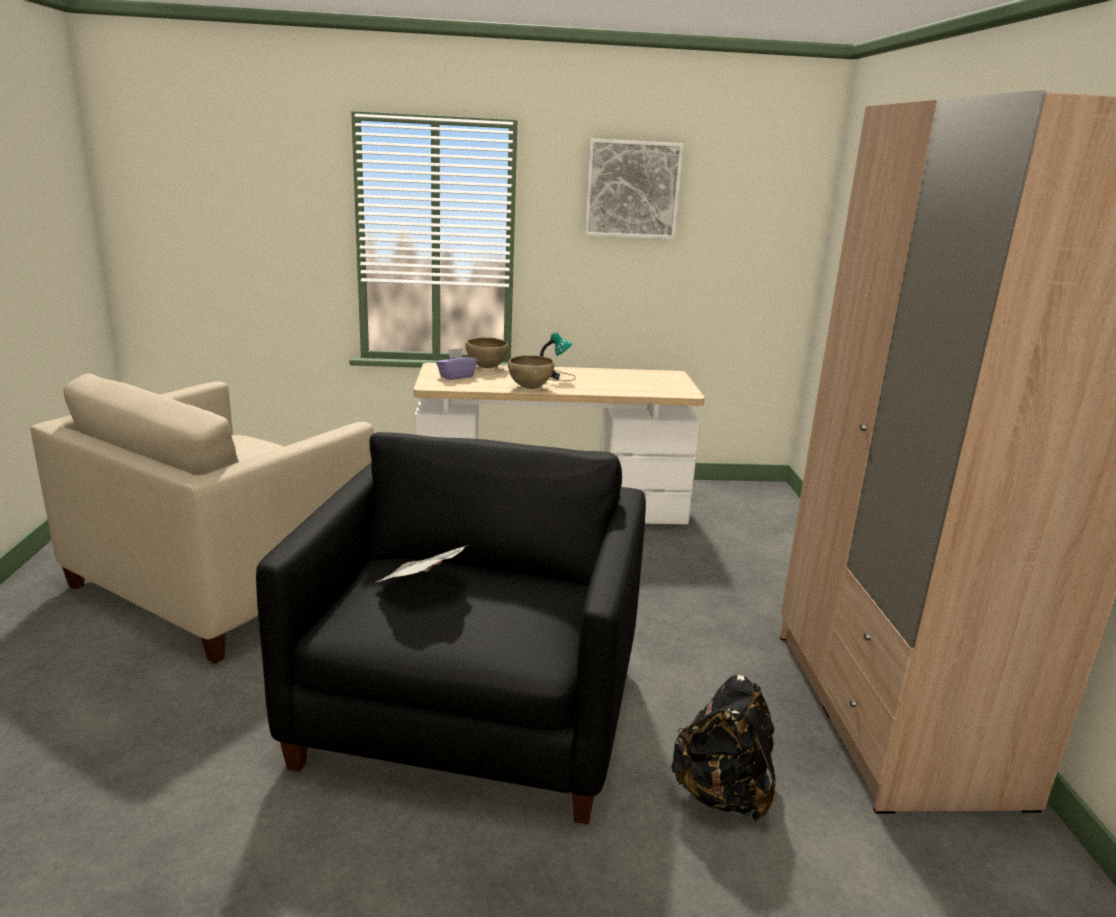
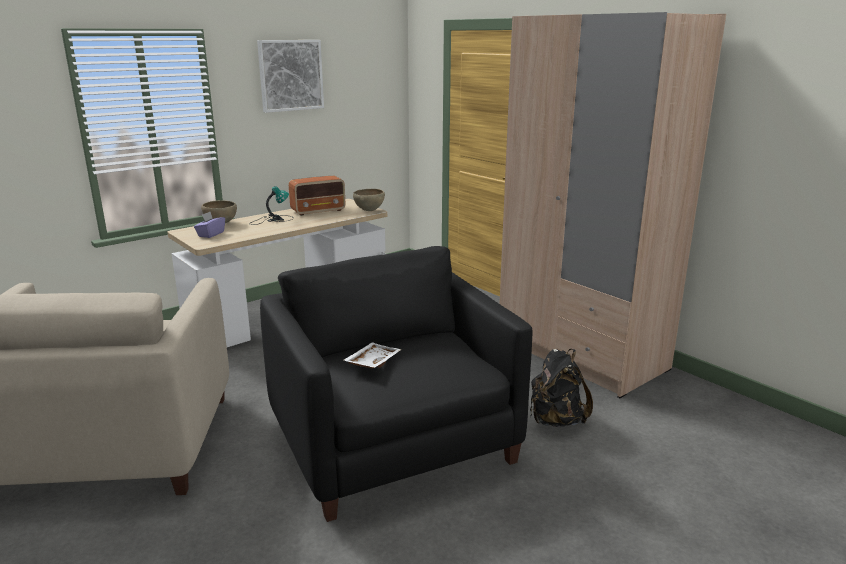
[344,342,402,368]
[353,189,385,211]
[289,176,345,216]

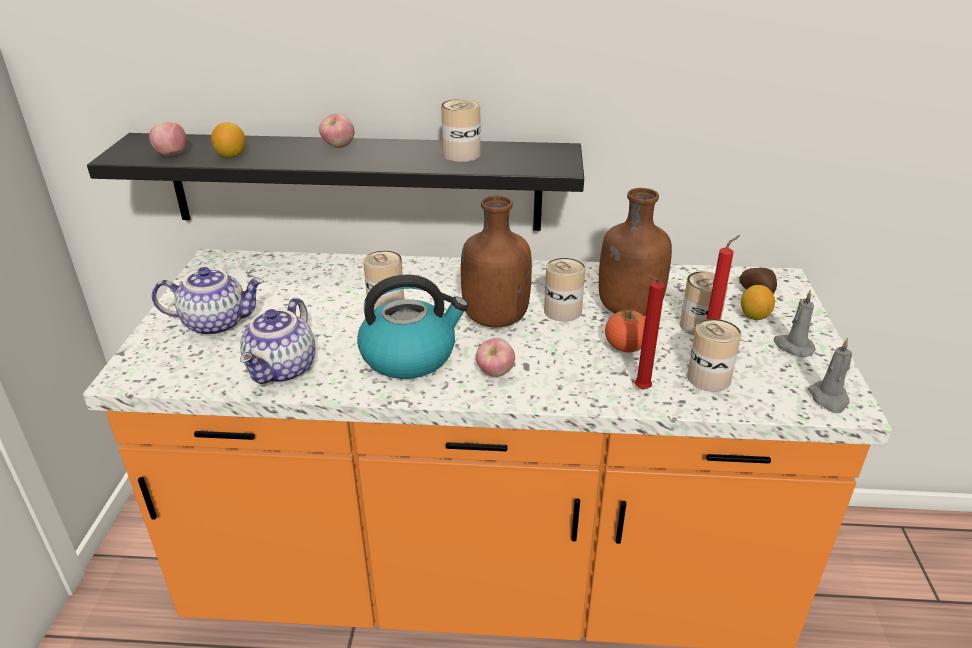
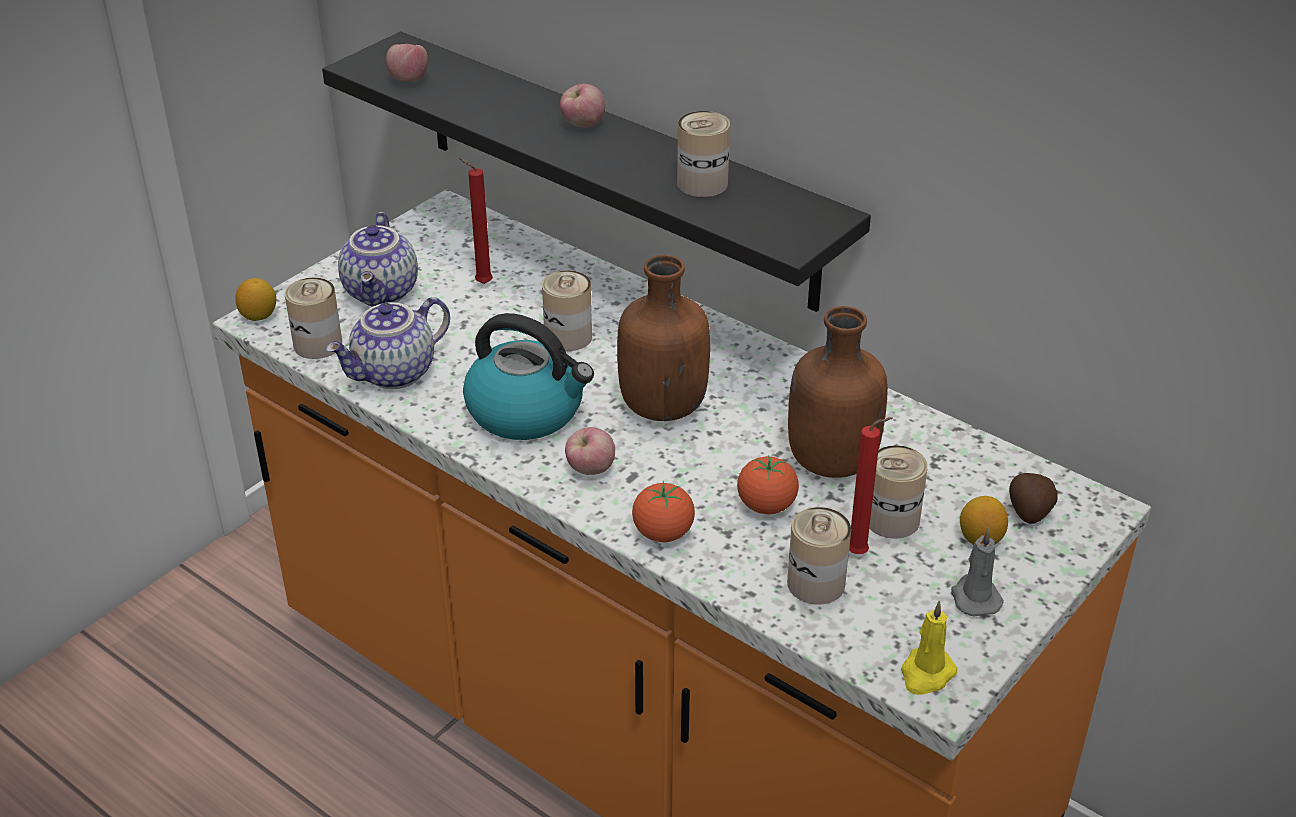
[338,212,418,307]
[235,278,276,321]
[285,278,342,359]
[459,158,493,284]
[901,601,957,695]
[632,481,695,542]

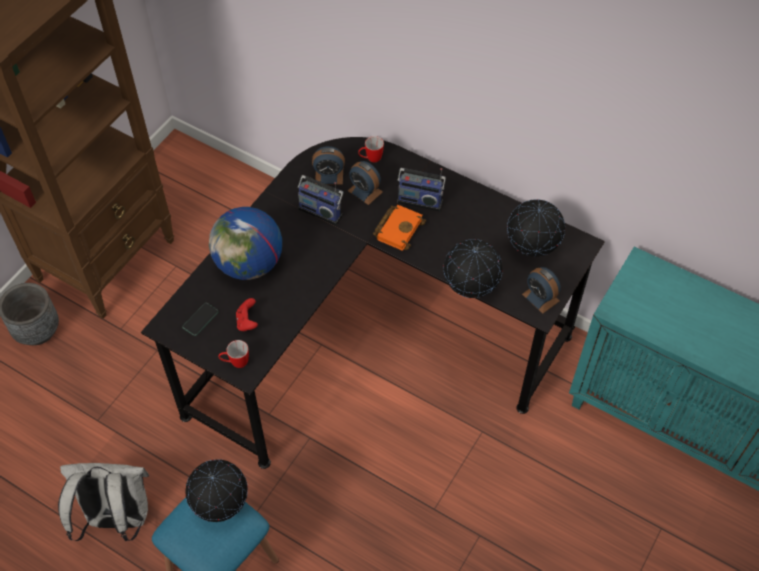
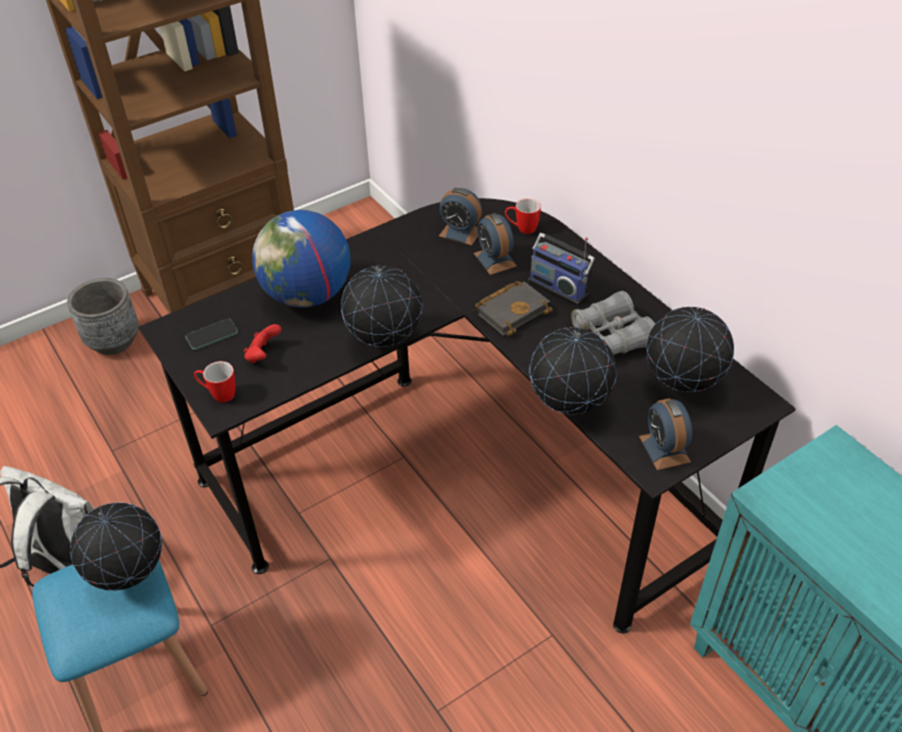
[298,175,344,225] (first image)
[475,281,552,336]
[341,266,422,347]
[571,291,655,355]

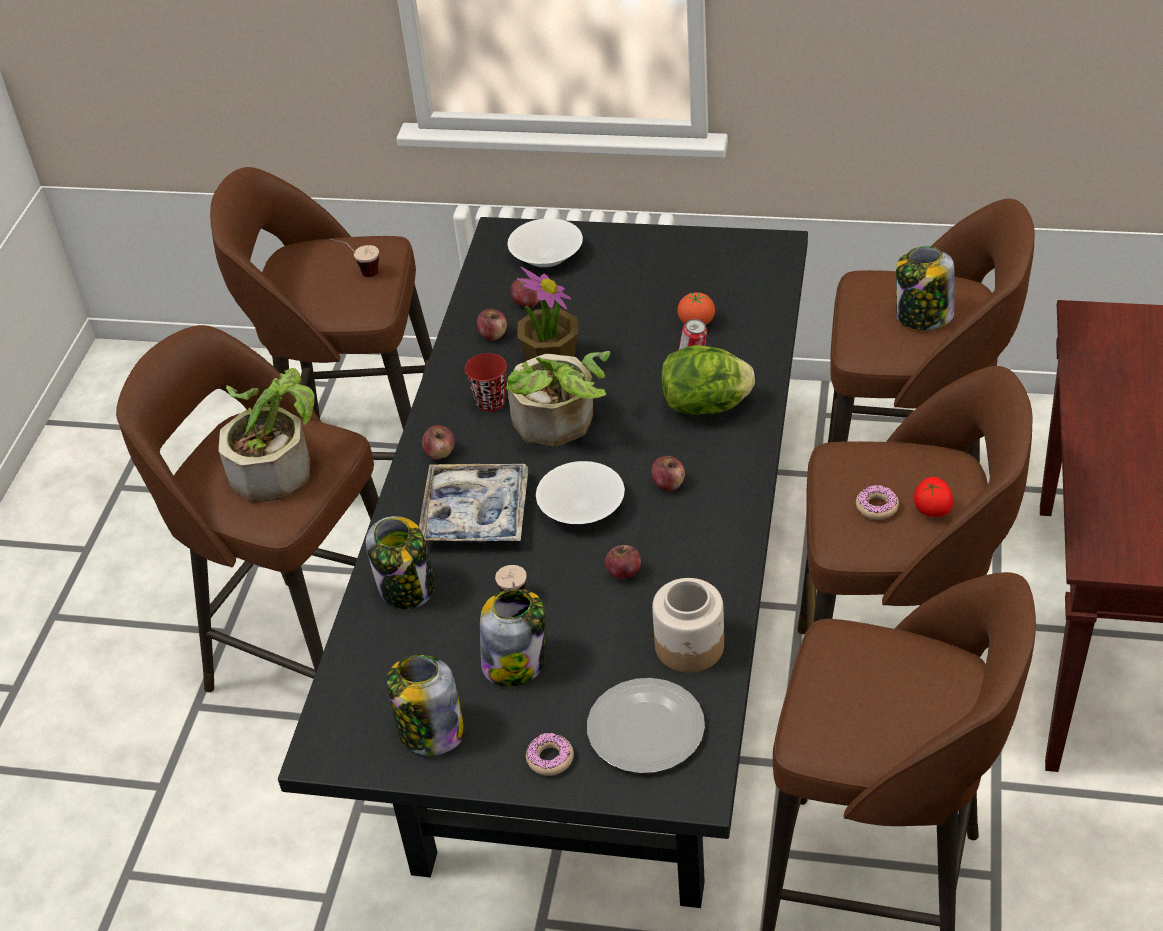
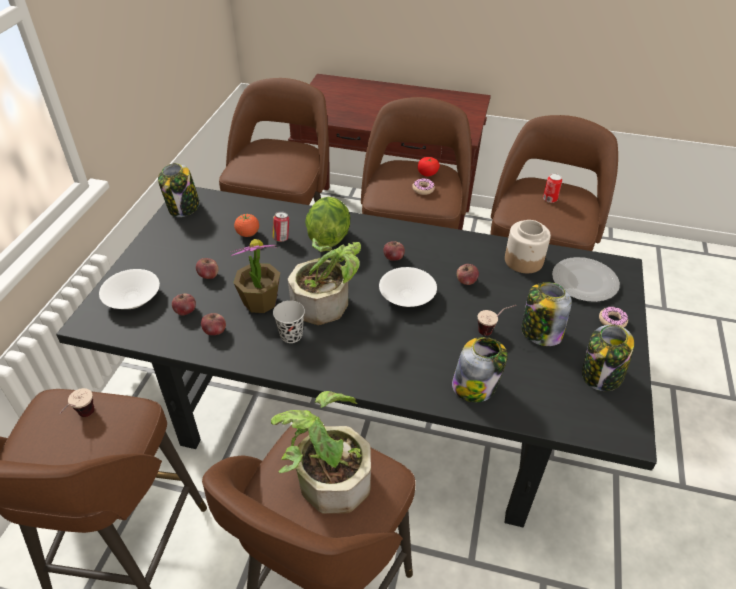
[419,464,528,541] (first image)
[196,258,219,279]
[273,300,305,343]
[158,163,200,217]
[543,173,562,203]

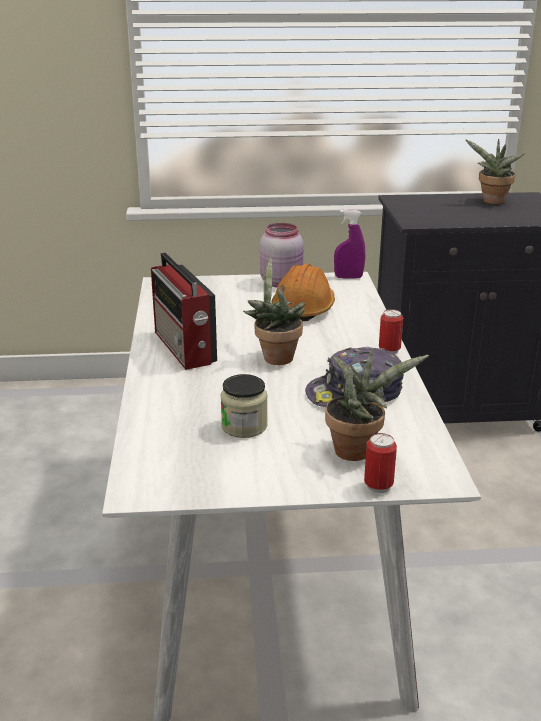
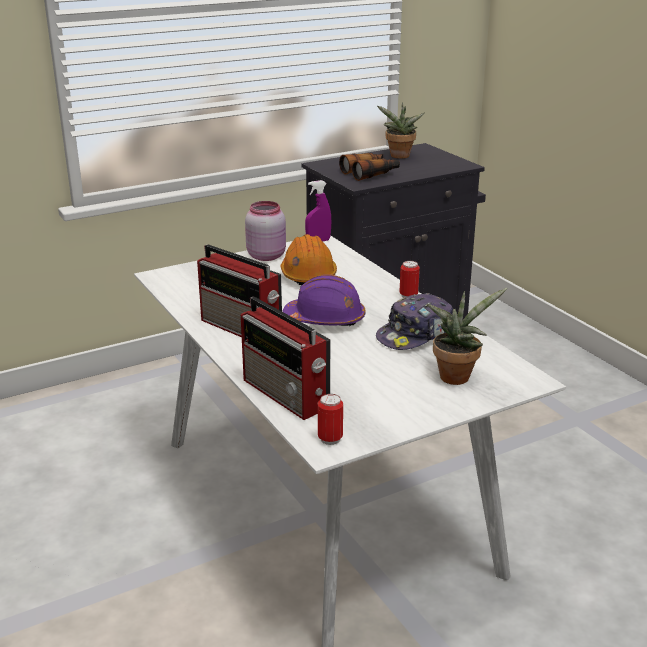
[221,374,267,438] (first image)
[283,275,365,327]
[318,394,343,445]
[241,297,330,420]
[339,153,400,181]

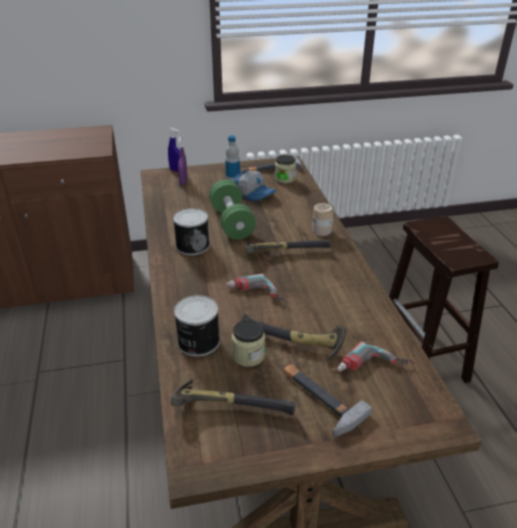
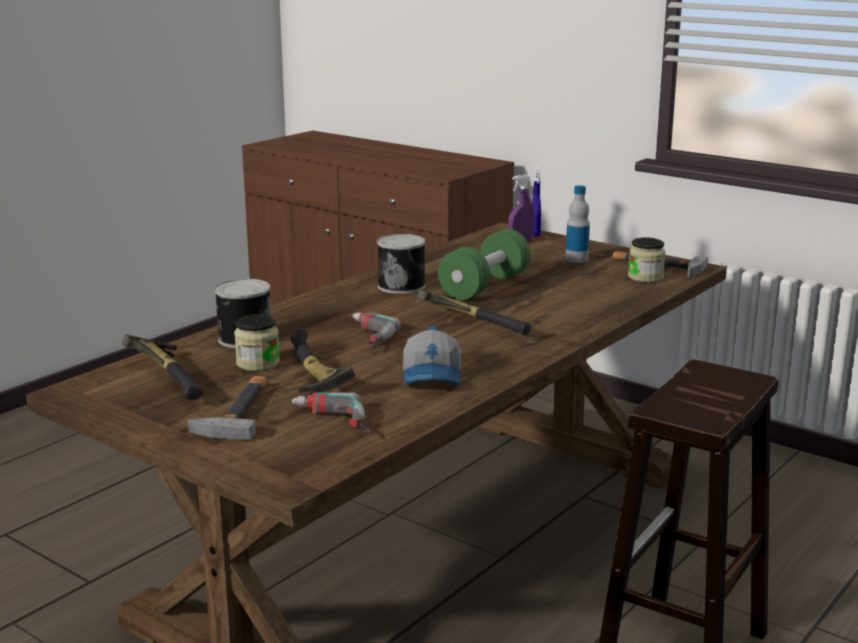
[403,326,461,386]
[312,203,334,236] (first image)

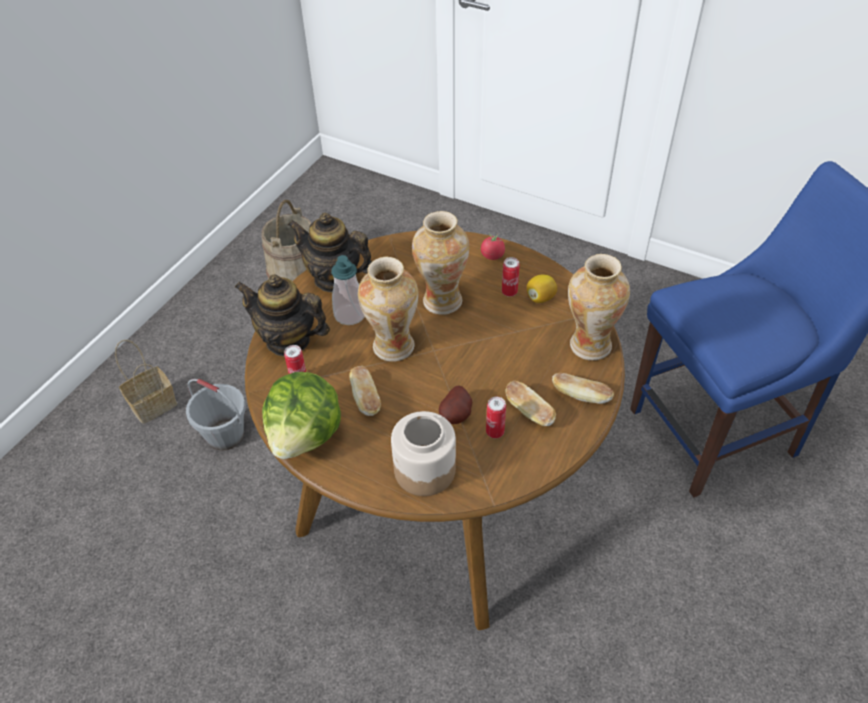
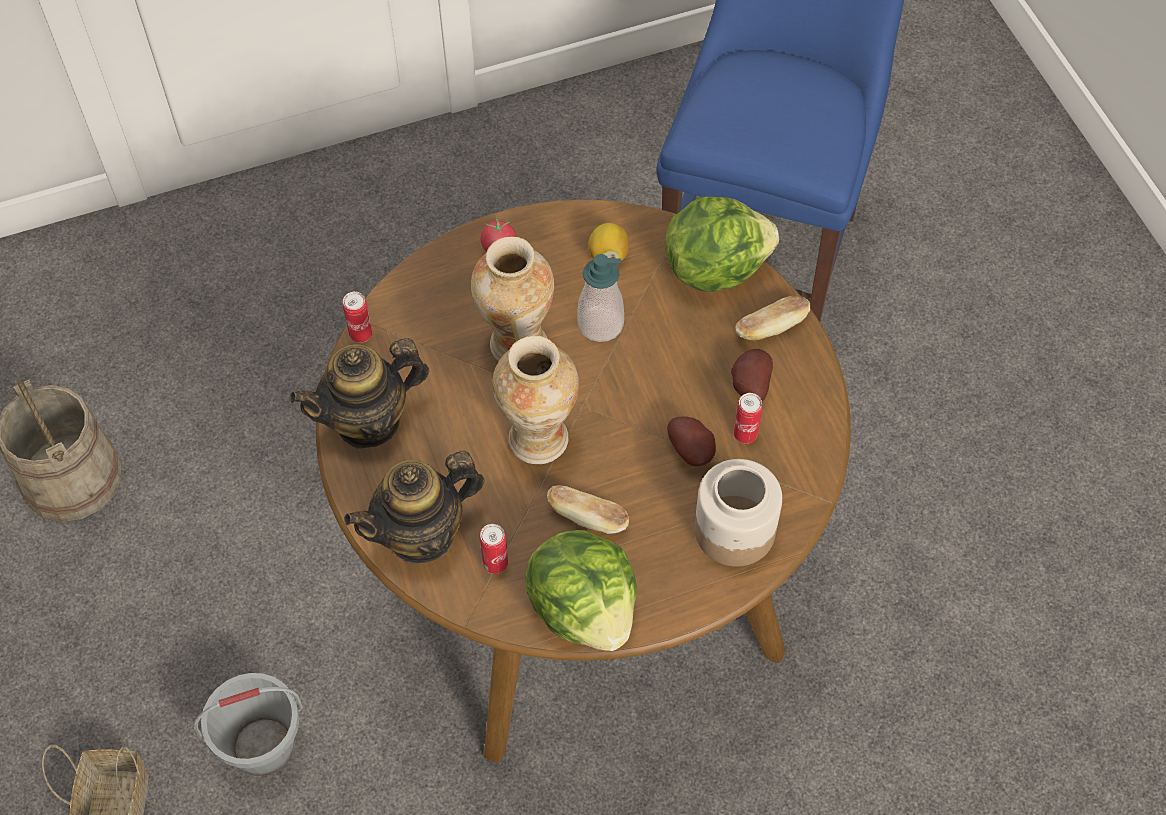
[577,254,624,342]
[343,292,372,343]
[731,349,773,401]
[665,196,779,292]

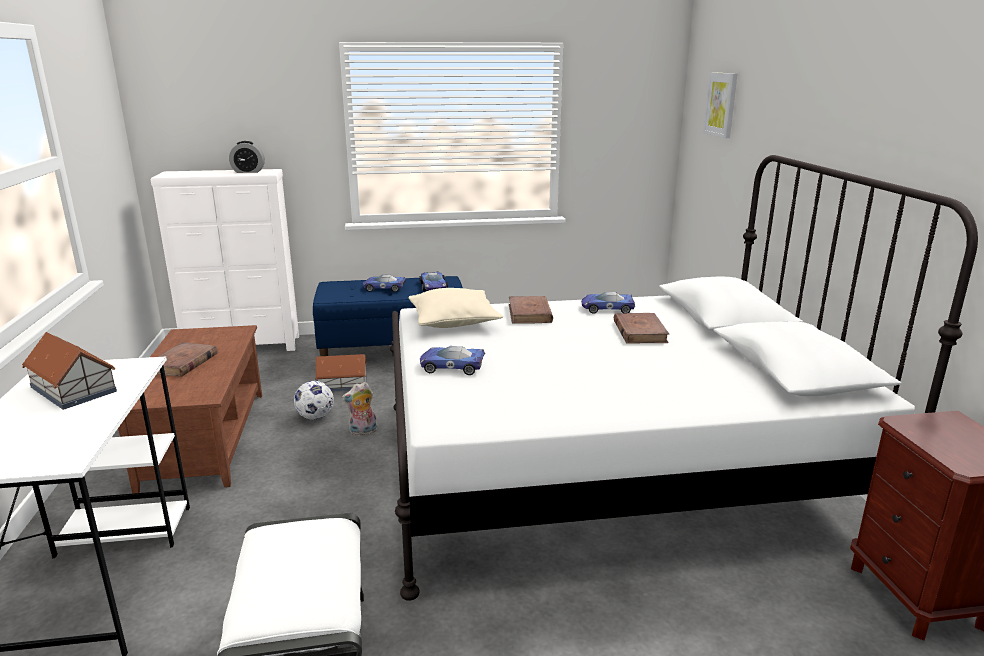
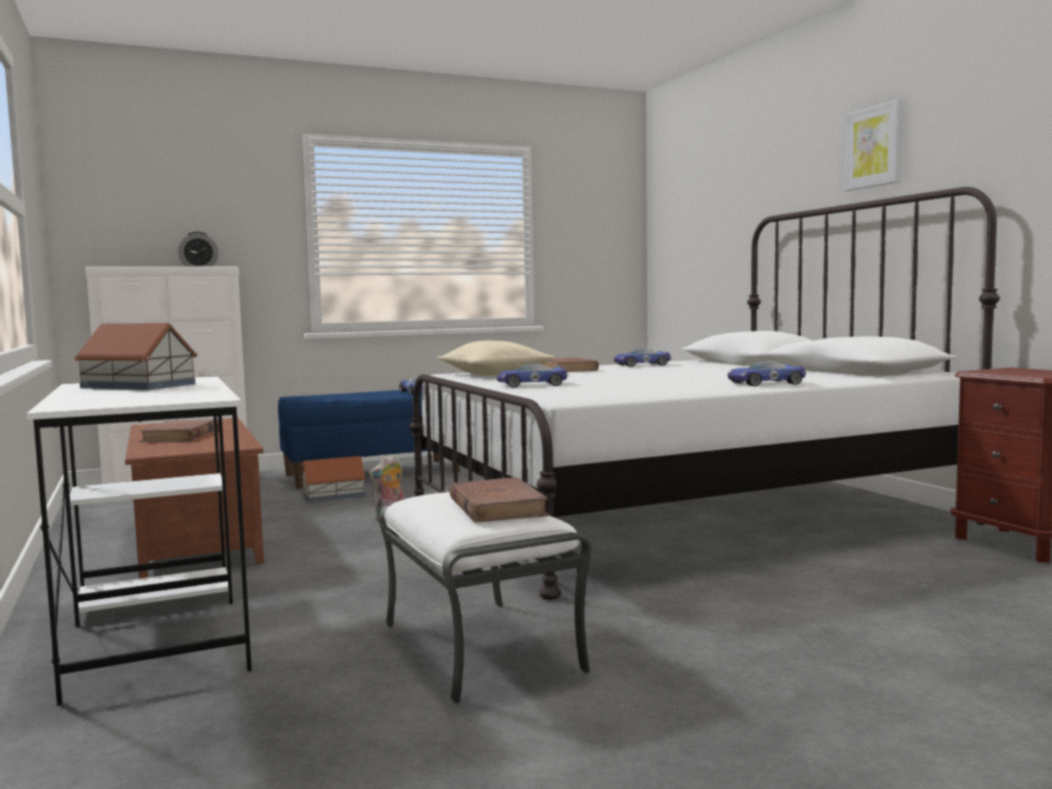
[294,381,334,420] (first image)
[727,361,806,386]
[449,478,549,523]
[844,99,902,191]

